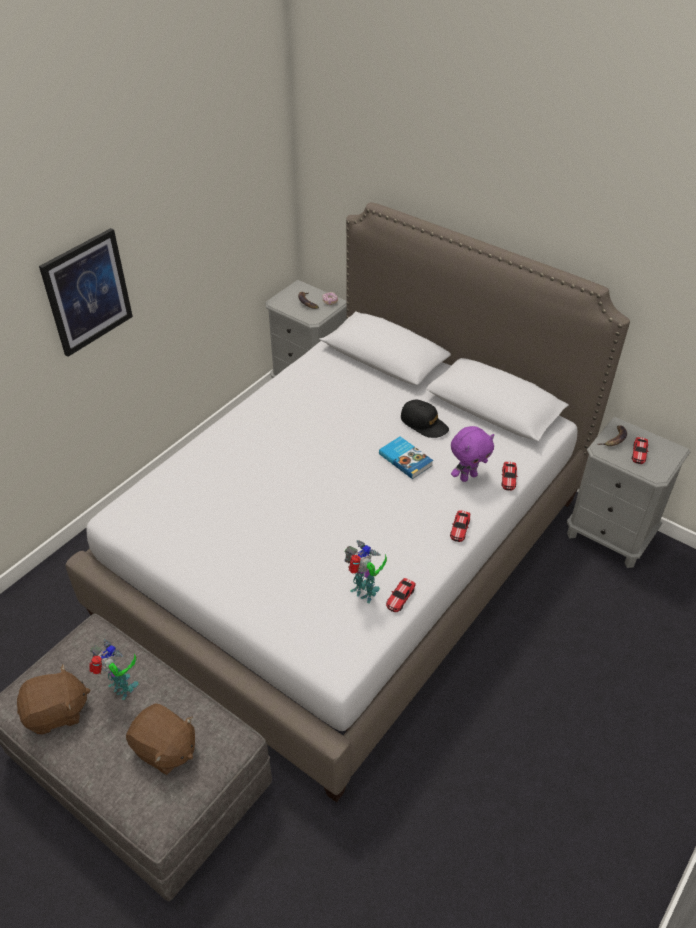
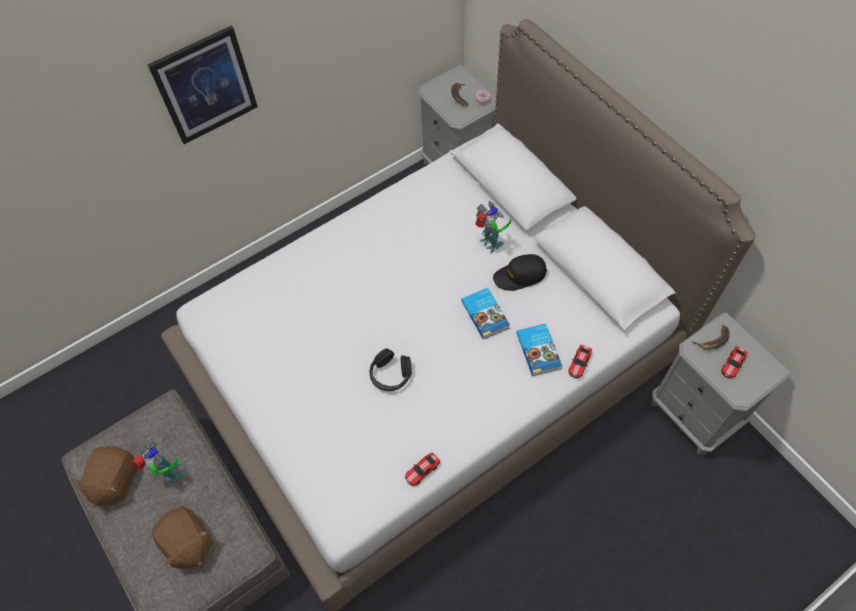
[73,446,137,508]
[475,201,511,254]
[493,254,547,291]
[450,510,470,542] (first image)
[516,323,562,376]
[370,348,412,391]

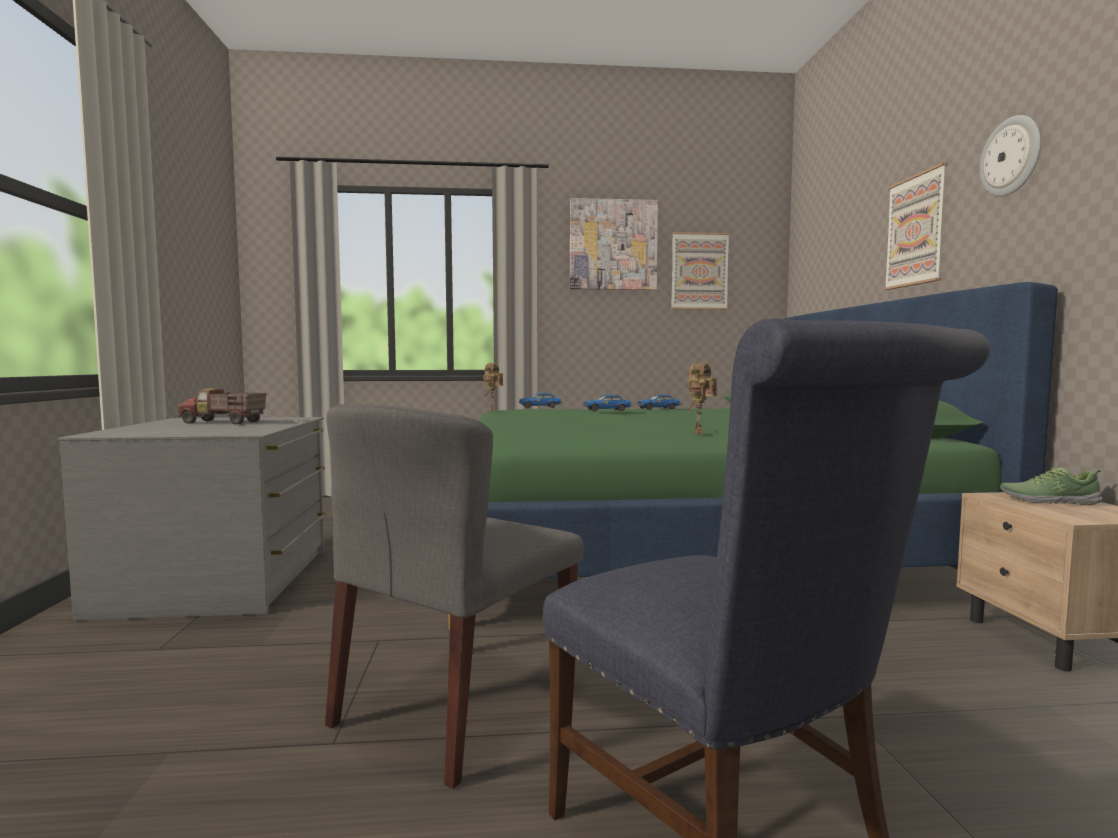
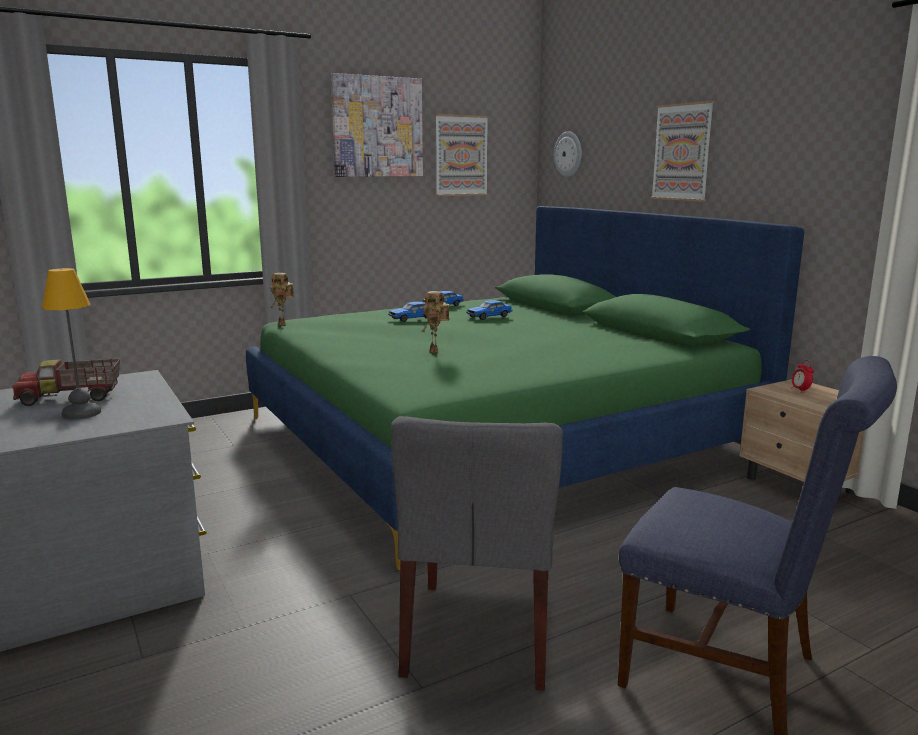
[466,300,513,320]
[422,291,450,354]
[554,131,582,177]
[791,360,814,393]
[42,268,101,420]

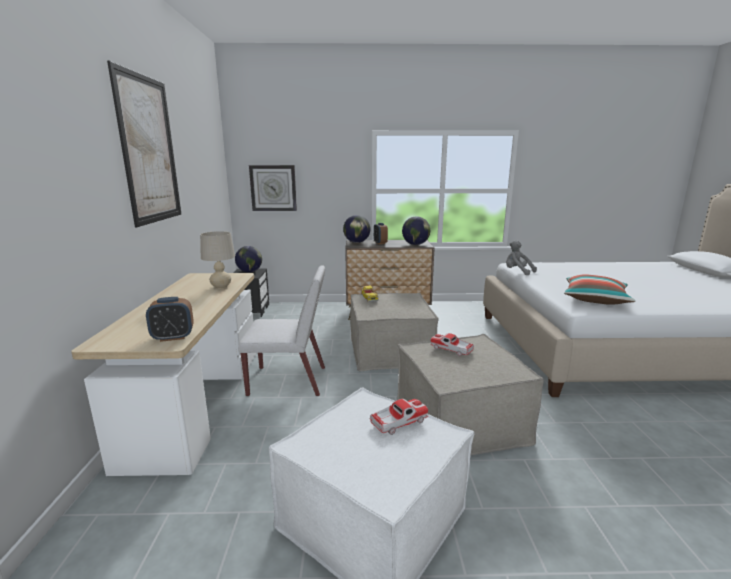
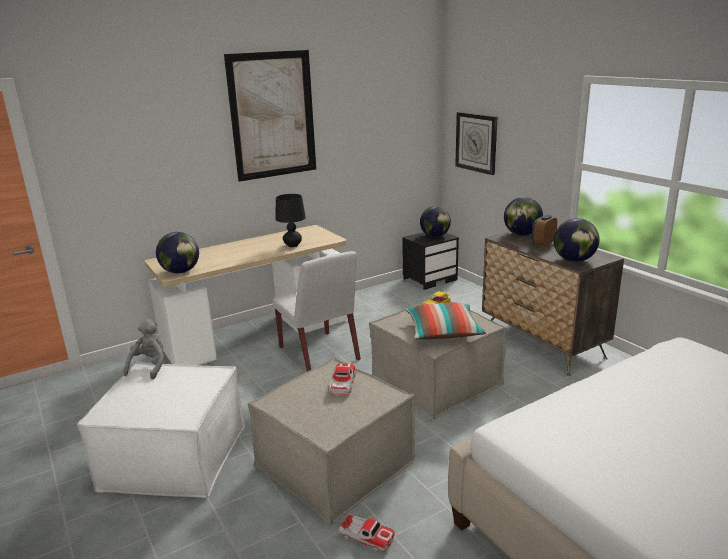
[156,232,199,274]
[276,194,306,247]
[339,514,395,552]
[124,319,164,379]
[405,302,486,339]

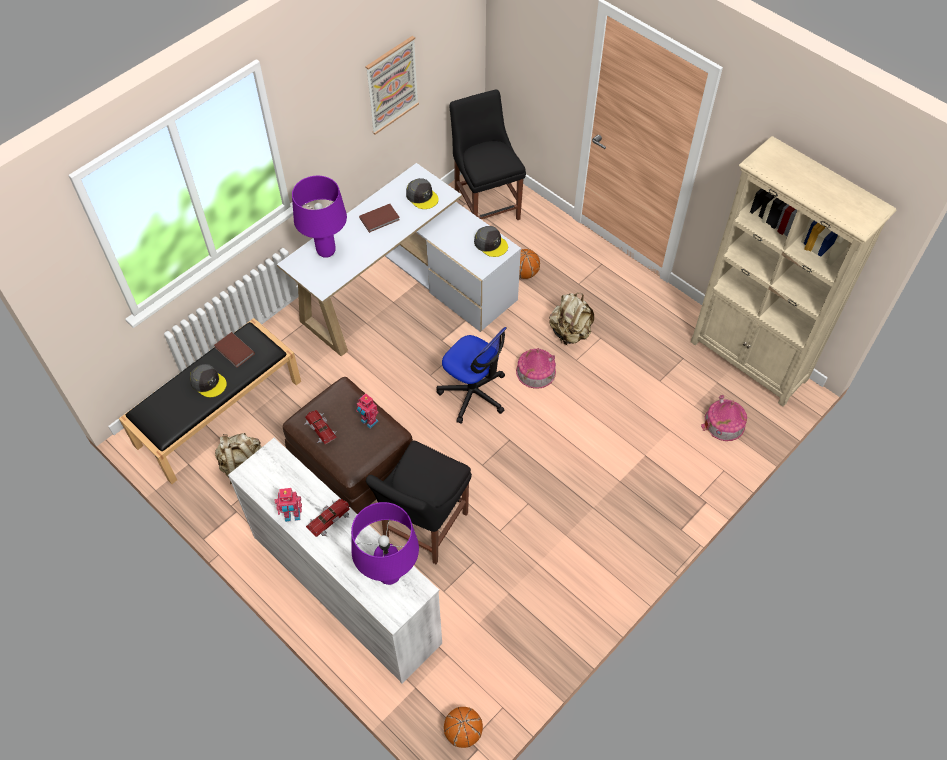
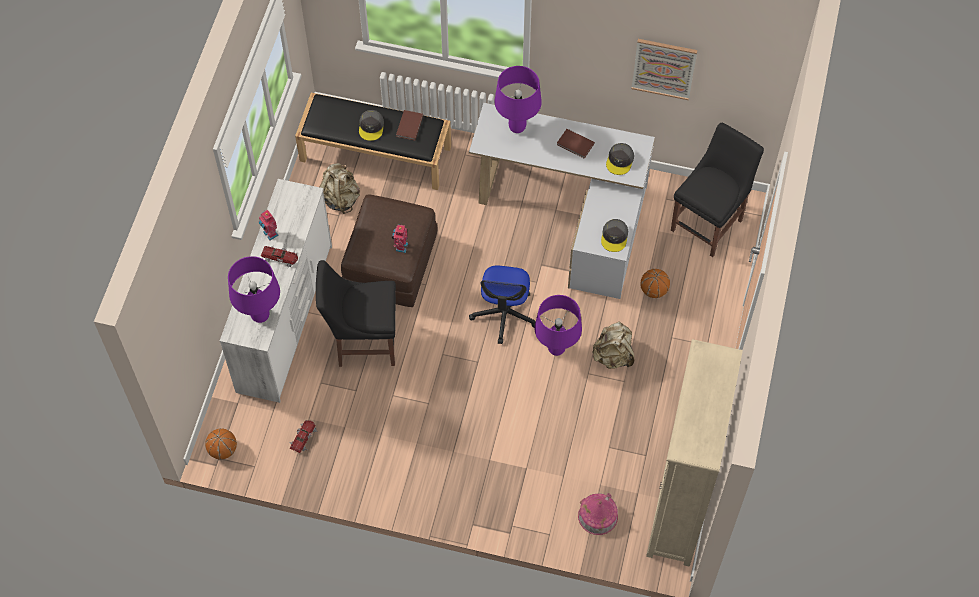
[289,420,318,453]
[535,295,582,356]

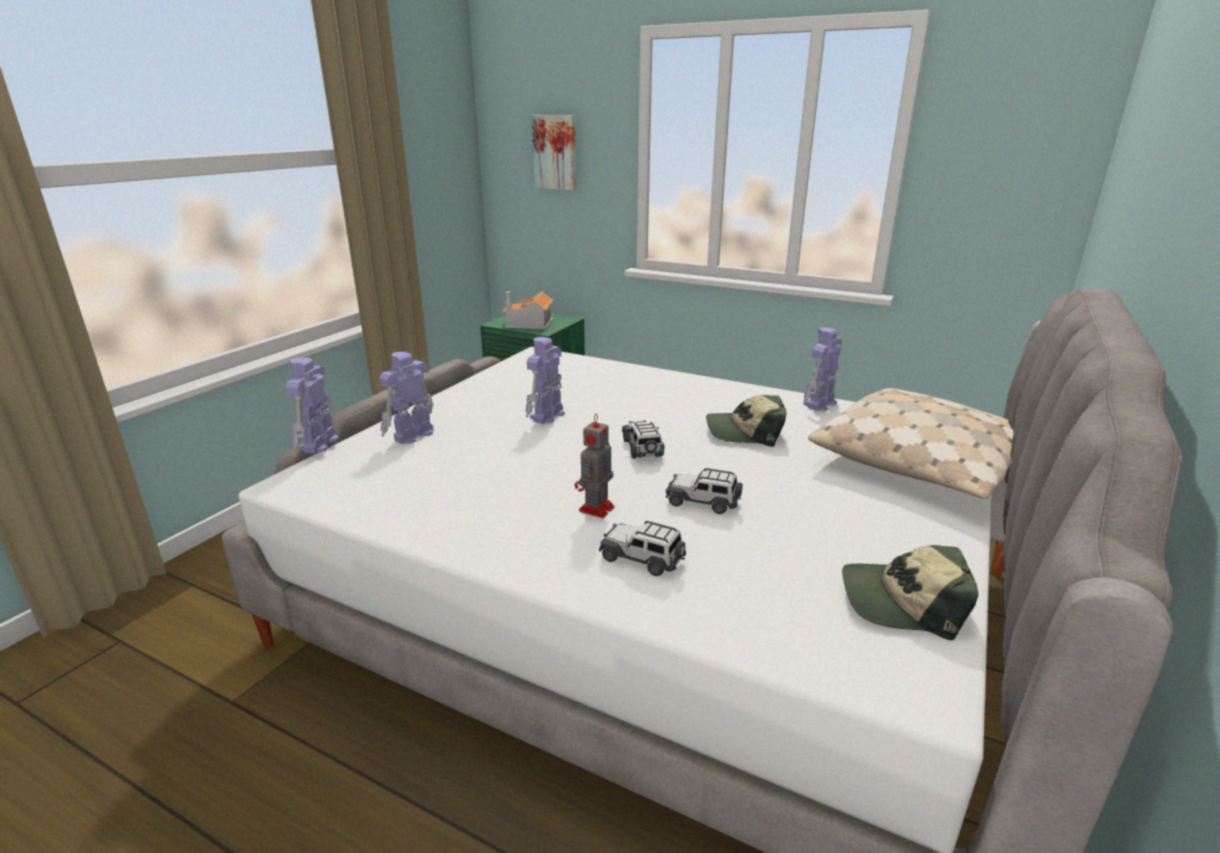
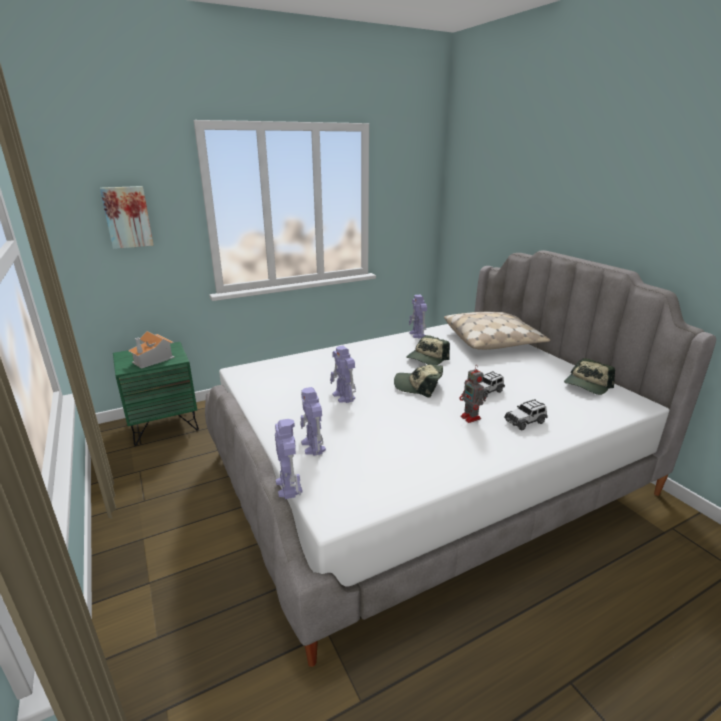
[275,419,303,499]
[394,365,443,398]

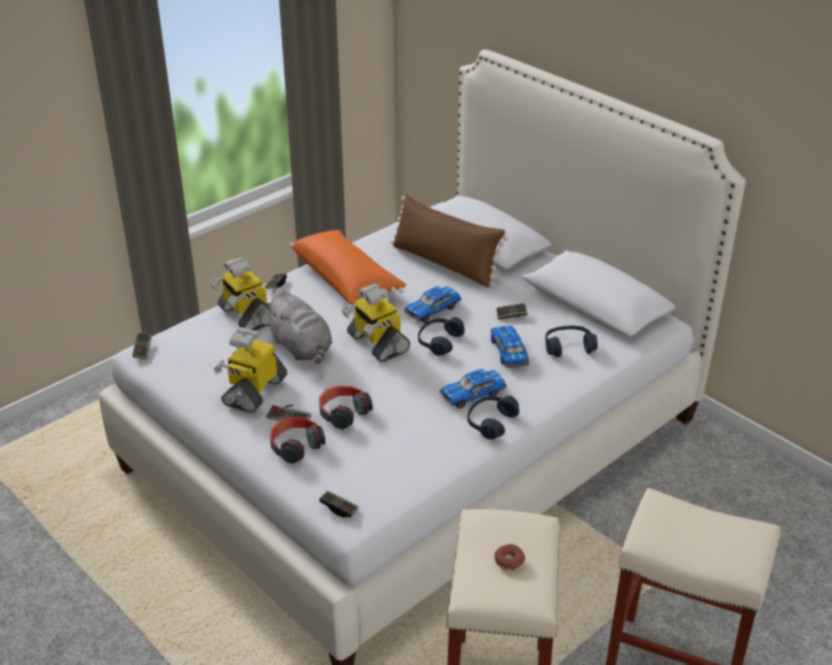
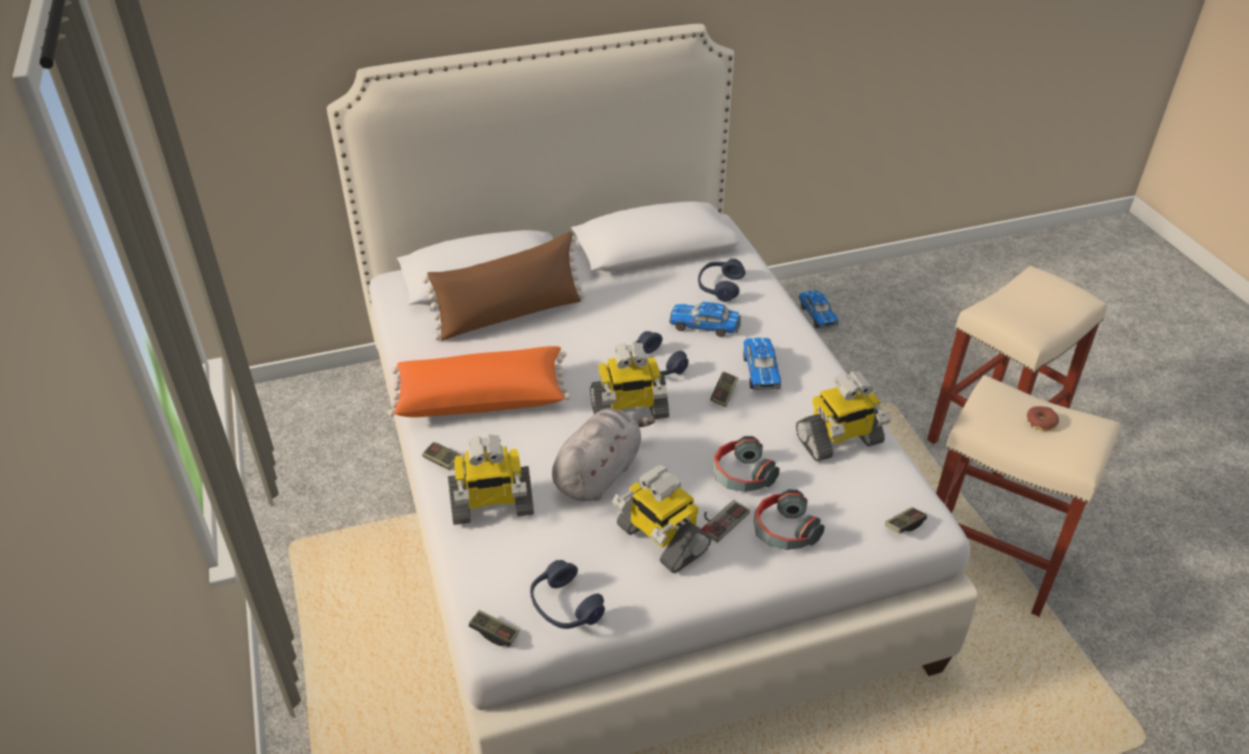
[552,408,655,501]
[799,290,839,328]
[530,560,605,629]
[711,372,738,407]
[796,371,891,461]

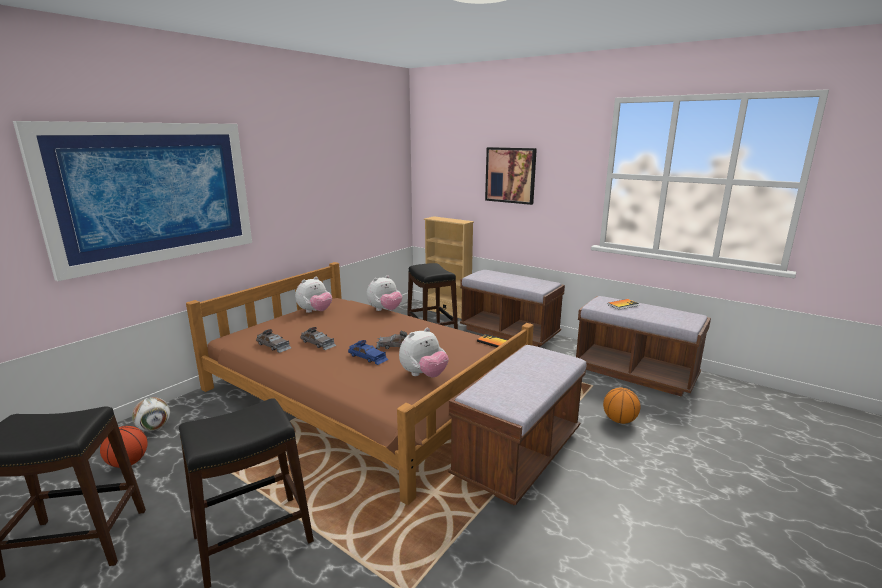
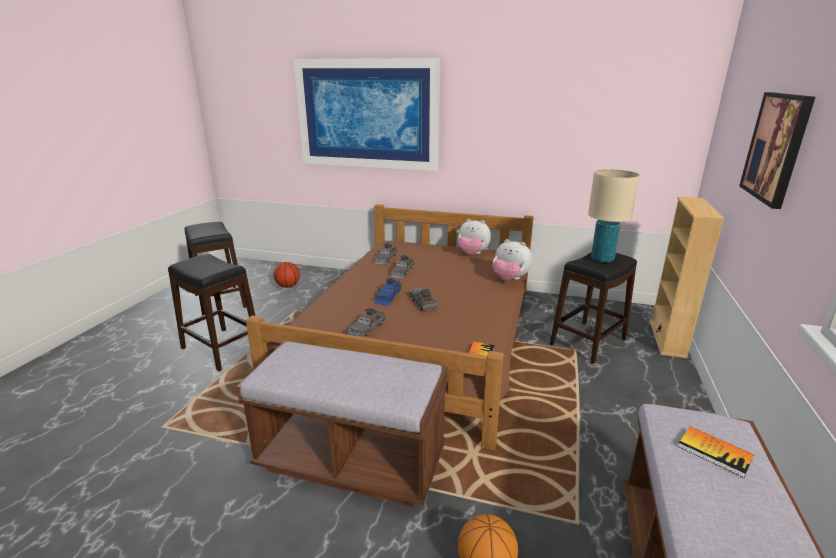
[132,397,170,431] (first image)
[347,309,386,337]
[460,270,565,347] (first image)
[588,169,640,262]

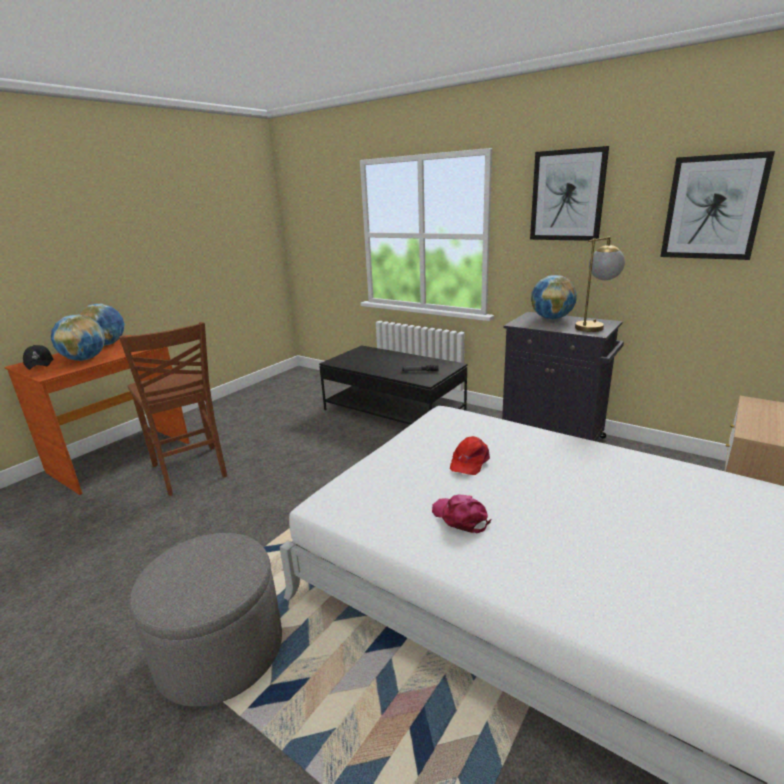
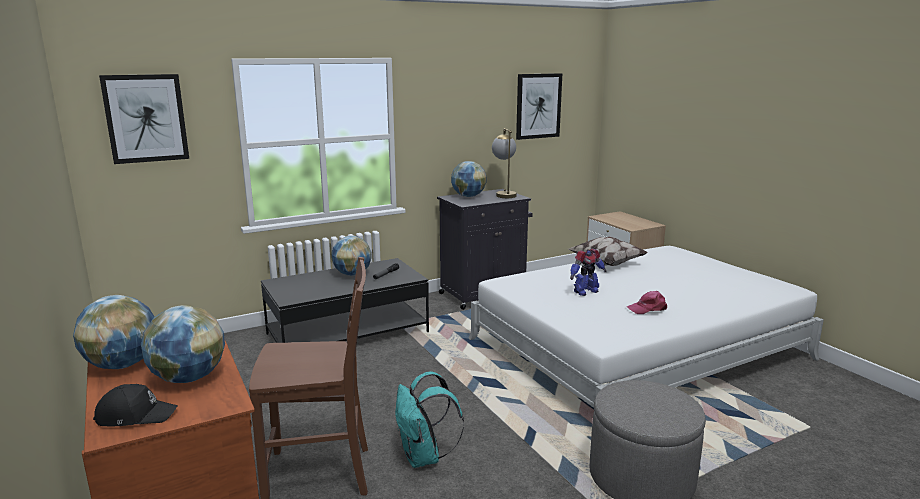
[570,249,607,296]
[99,74,189,164]
[331,236,372,276]
[395,371,464,468]
[569,236,648,266]

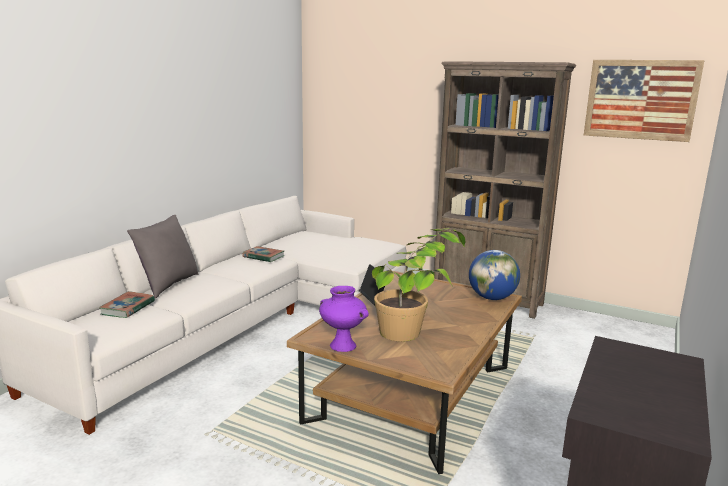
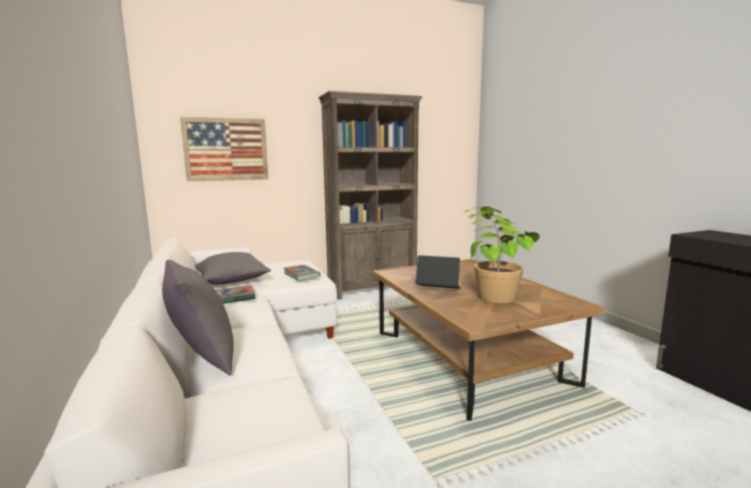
[284,265,321,281]
[319,286,369,352] (first image)
[469,250,520,300] (first image)
[180,117,268,181]
[195,252,271,284]

